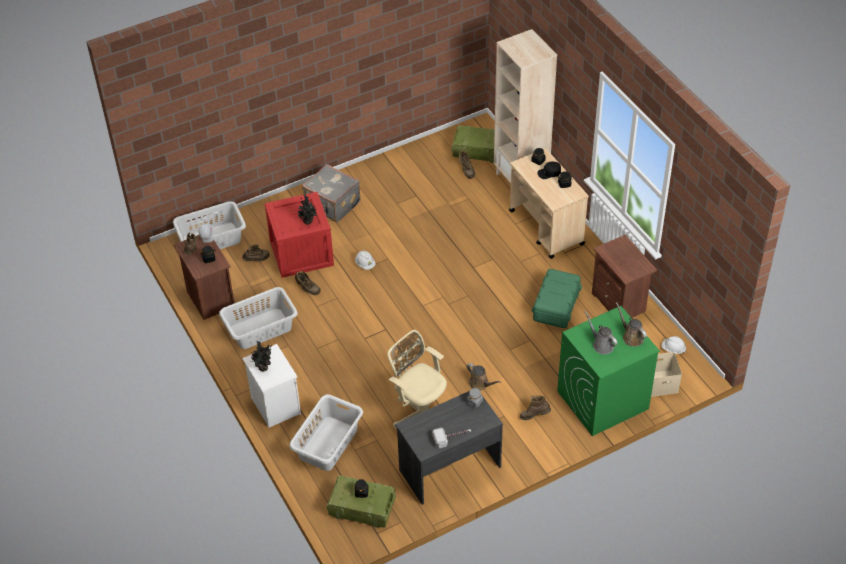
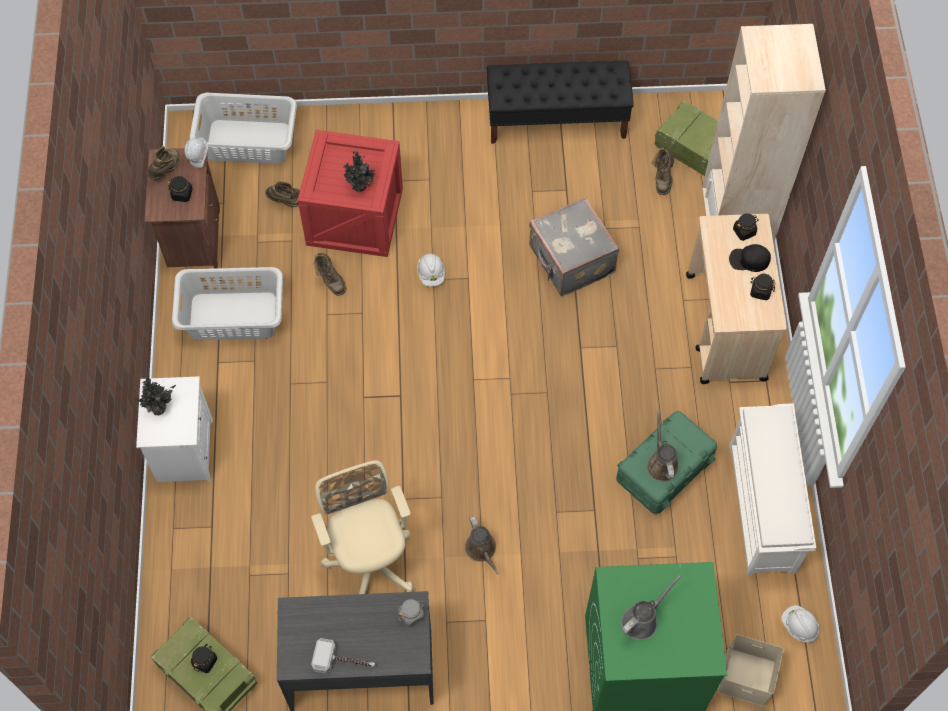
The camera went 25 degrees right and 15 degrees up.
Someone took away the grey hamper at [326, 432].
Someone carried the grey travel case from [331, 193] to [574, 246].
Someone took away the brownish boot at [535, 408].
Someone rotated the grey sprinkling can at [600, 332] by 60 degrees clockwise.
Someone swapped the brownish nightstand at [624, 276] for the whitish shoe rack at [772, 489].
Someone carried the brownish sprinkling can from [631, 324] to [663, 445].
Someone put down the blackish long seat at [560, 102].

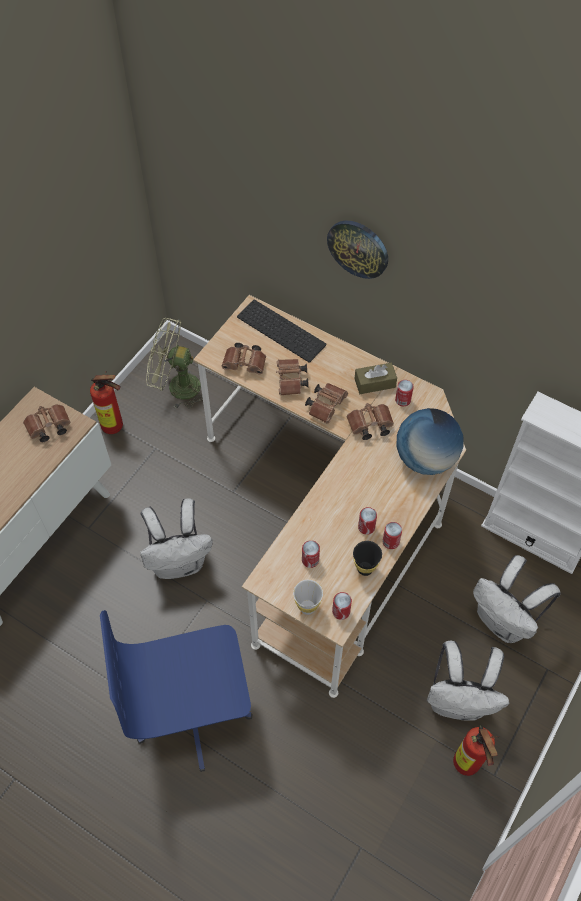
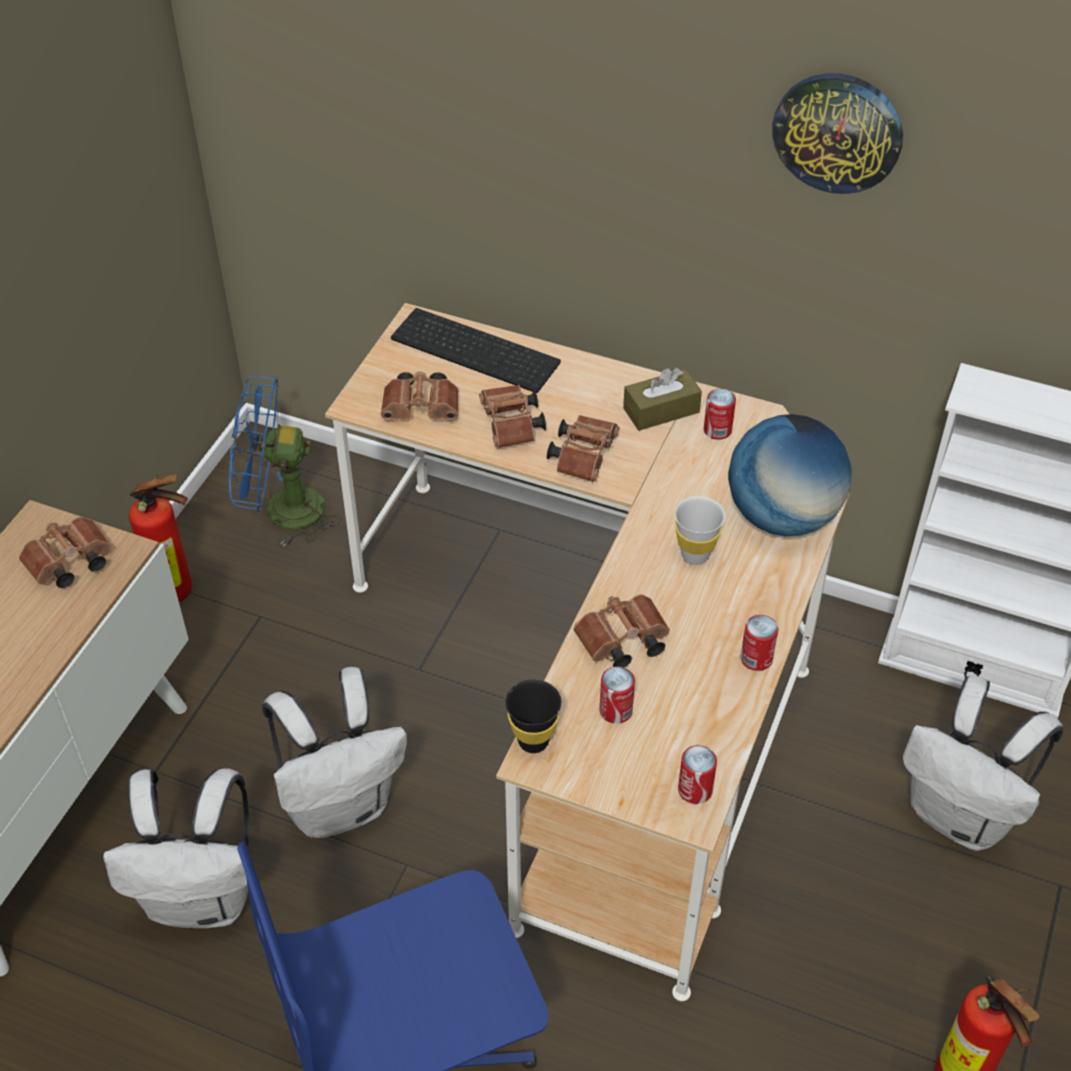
The camera went 10 degrees left and 10 degrees down.
Someone repainted the green-coloured electric fan at [174, 363], which became the bluish electric fan at [285, 461].
Someone carried the whitish drinking cup from [308, 597] to [700, 530].
Someone carried the wall clock from [357, 249] to [837, 133].
Someone carried the brownish binoculars from [370, 421] to [621, 630].
Someone carried the blackish drinking cup from [367, 558] to [533, 716].
Someone took away the can at [367, 521].
Someone carried the whitish rucksack from [468, 681] to [176, 848].

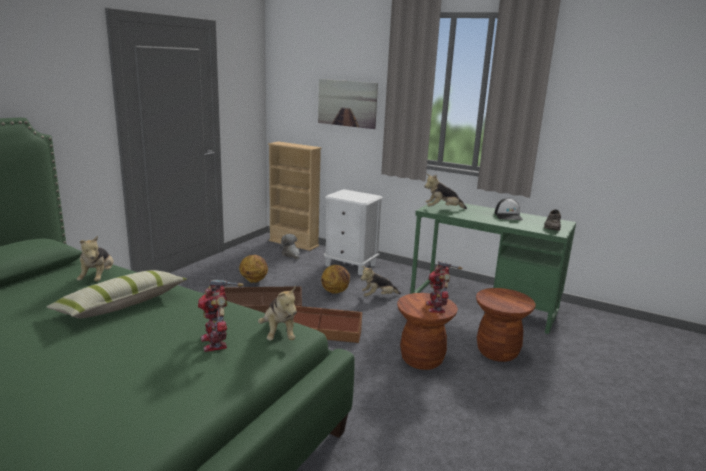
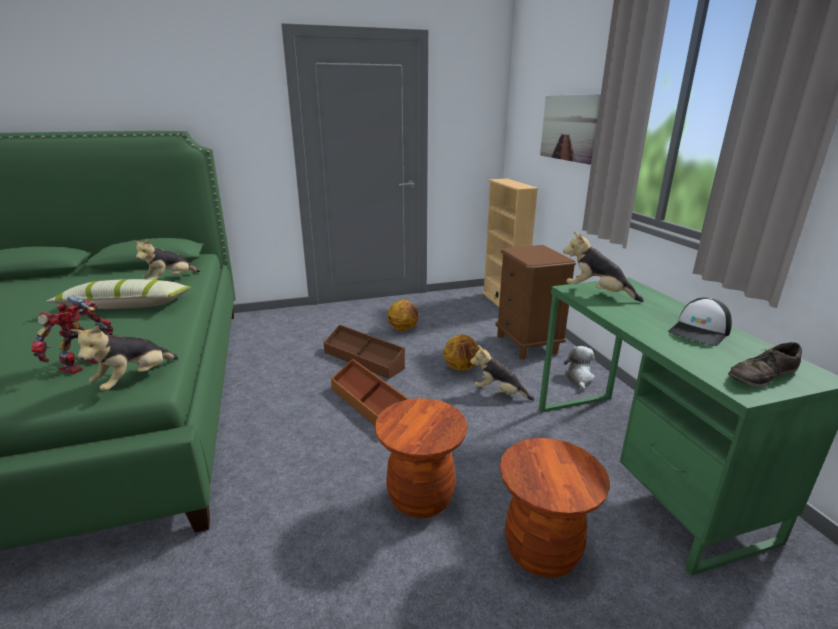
The camera went 45 degrees right and 5 degrees up.
Someone carried the cuddly toy from [290, 247] to [579, 368].
Someone repainted the whitish nightstand at [353, 232], which became the brownish nightstand at [535, 302].
Someone took away the robot figure at [444, 287].

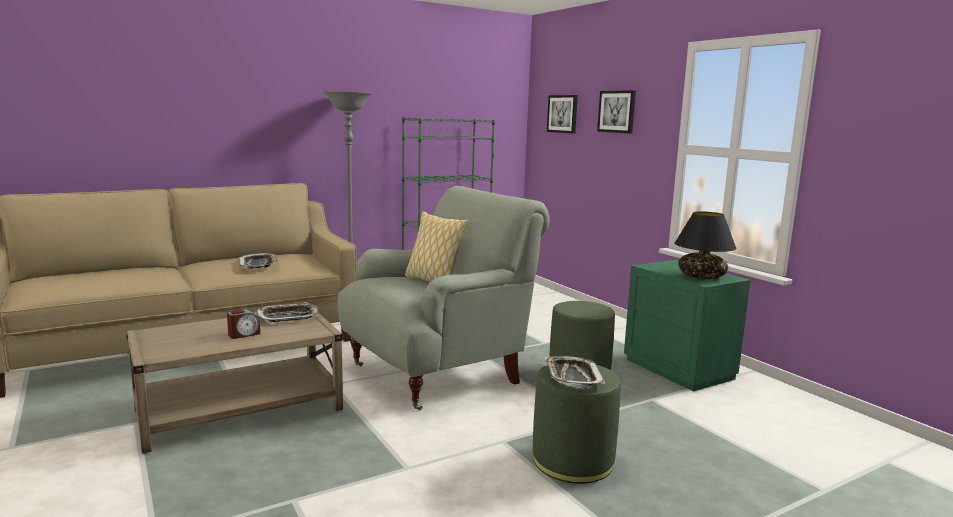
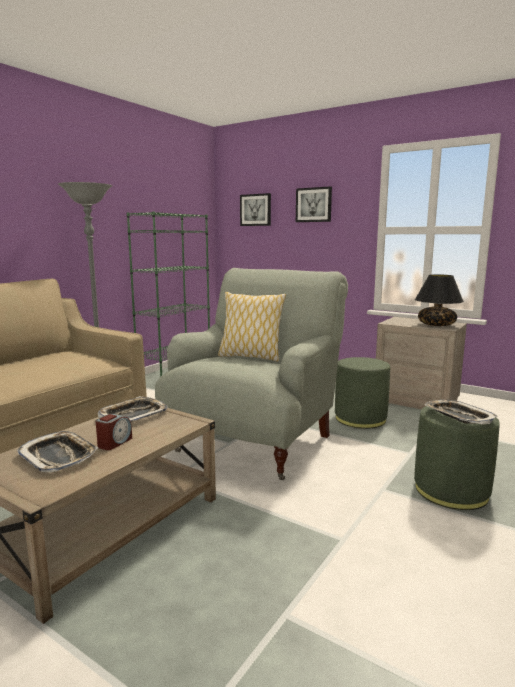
The camera went 25 degrees left and 0 degrees up.
Someone carried the tray from [258, 261] to [58, 451].
Someone repainted the green-coloured nightstand at [687, 325], which became the sand-coloured nightstand at [421, 363].

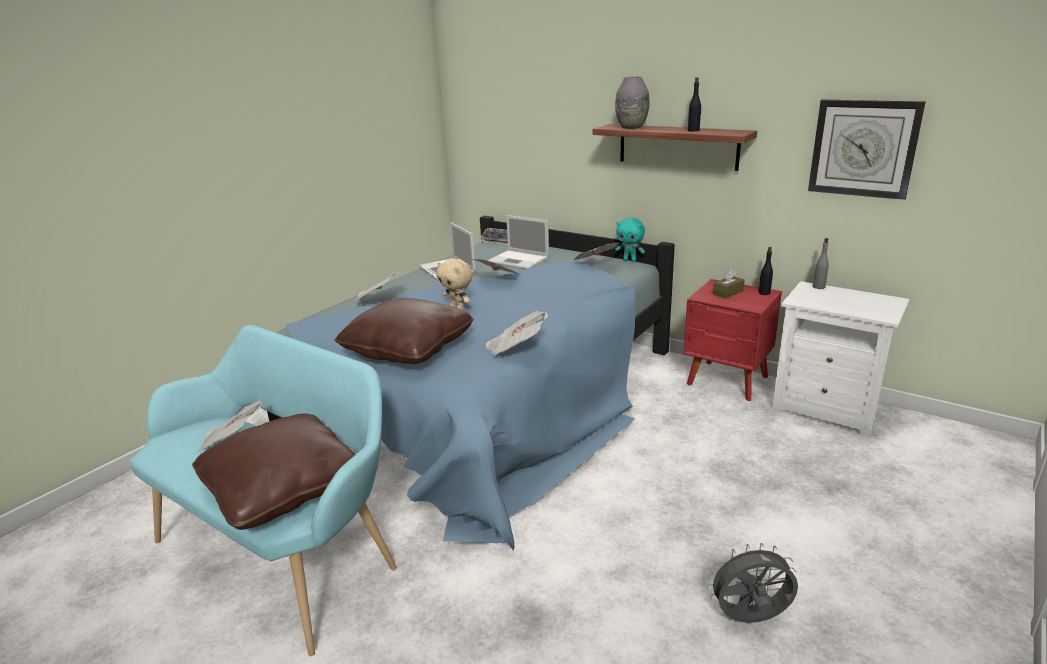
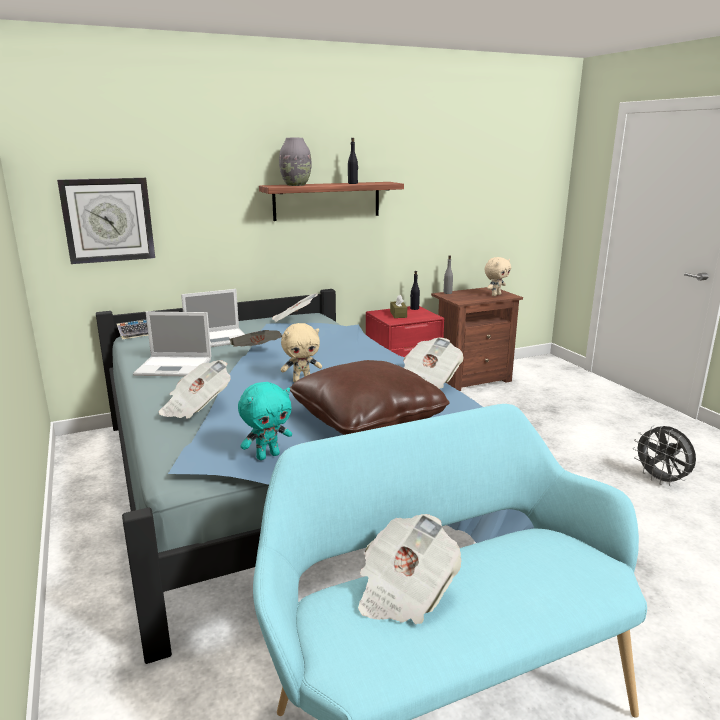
The camera went 60 degrees left and 5 degrees down.
Someone took away the brownish pillow at [274, 472].
Someone carried the turquoise cuddly toy from [630, 240] to [265, 421].
Someone rotated the grey electric fan at [752, 583] by 60 degrees counterclockwise.
Someone repainted the whitish nightstand at [841, 359], which became the brownish nightstand at [477, 339].
Someone carried the wall clock from [867, 150] to [106, 221].
Someone put down the sand-coloured cuddly toy at [497, 276].

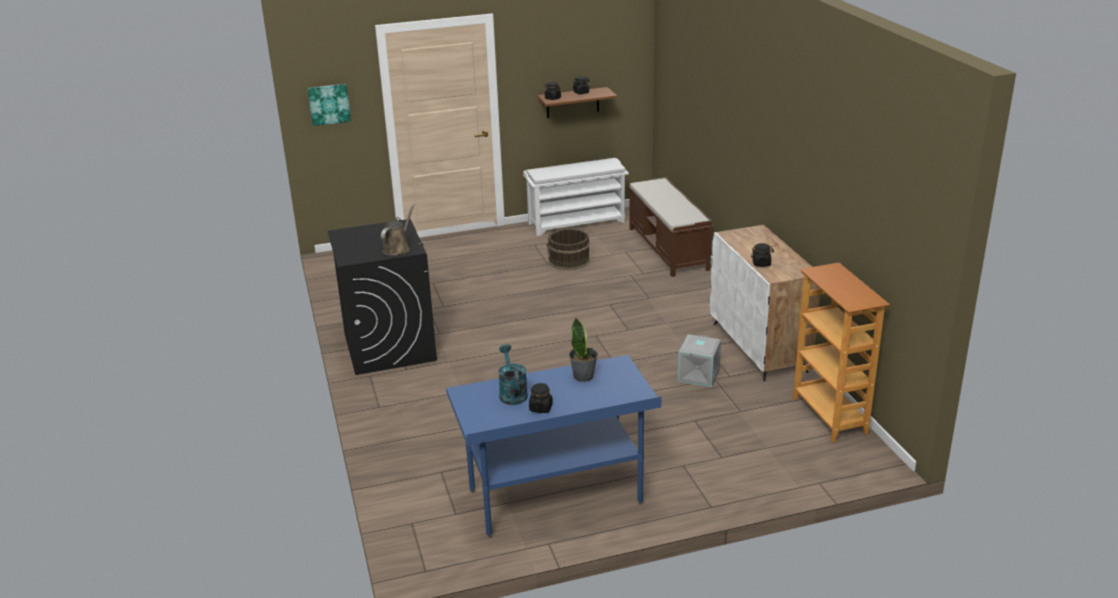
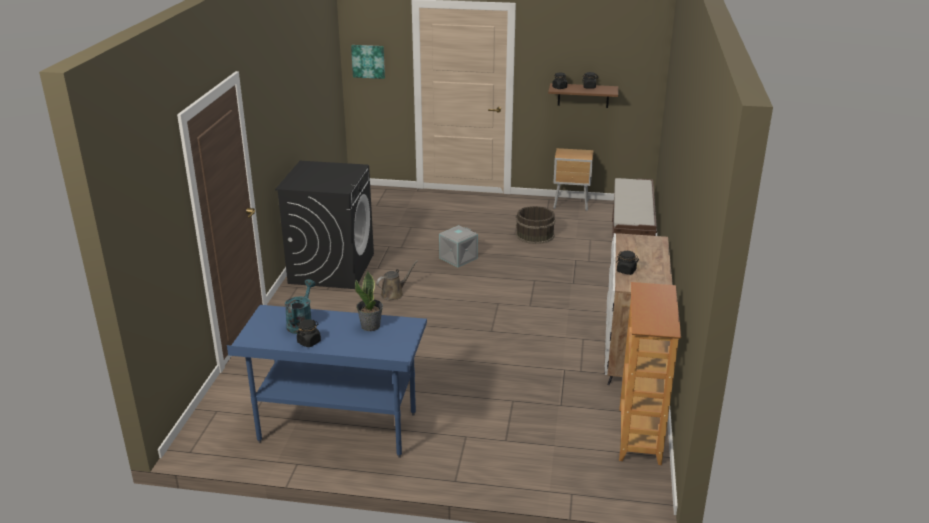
The camera went 25 degrees right and 0 degrees up.
Someone carried the brownish sprinkling can from [398, 230] to [397, 280].
Someone swapped the whitish shoe rack at [576, 197] for the brownish nightstand at [573, 179].
Someone carried the grey storage container from [699, 360] to [458, 246].

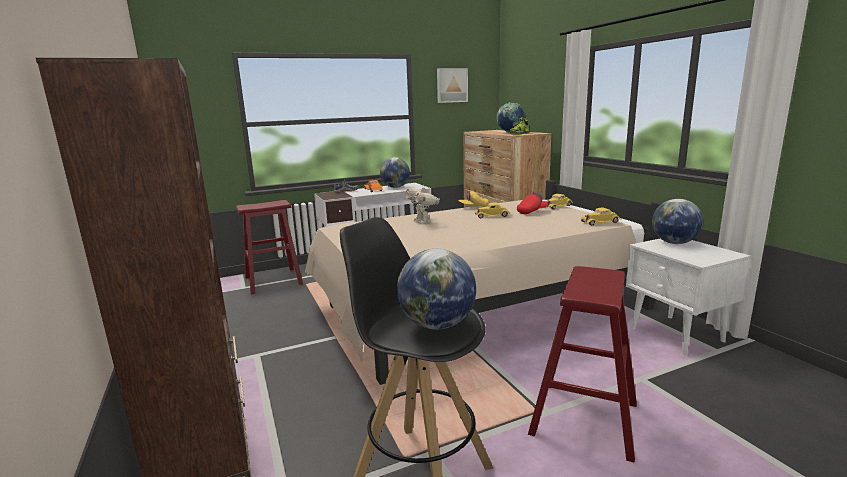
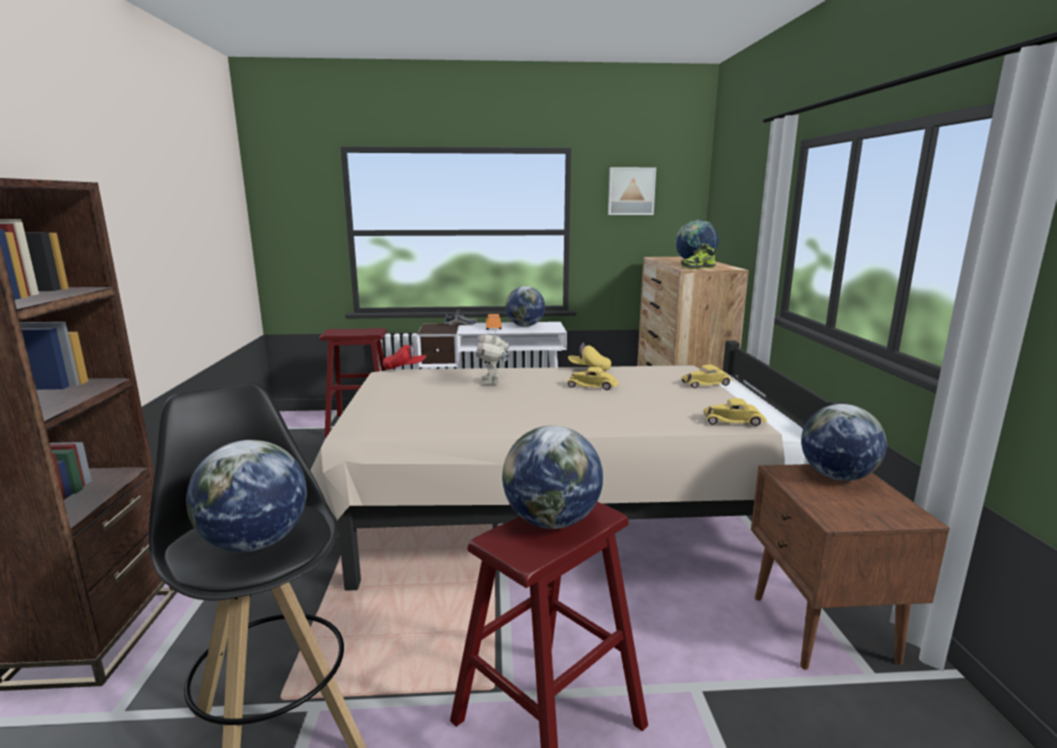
The camera went 20 degrees right and 0 degrees up.
Someone carried the red-coloured peaked cap from [532, 203] to [404, 356].
Someone repainted the whitish nightstand at [688, 297], which became the brownish nightstand at [850, 567].
Someone put down the world globe at [552, 477].

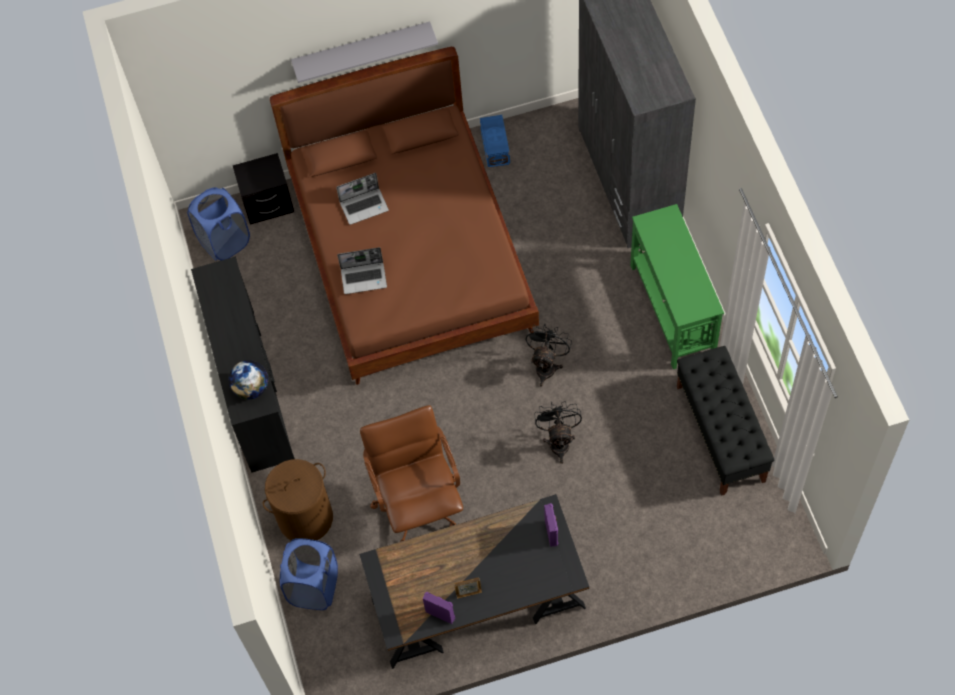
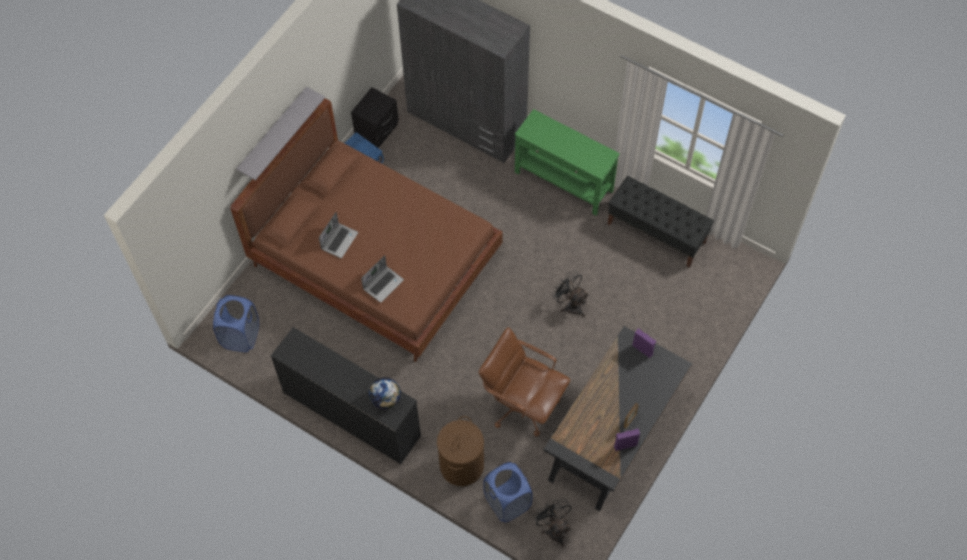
The camera went 45 degrees left and 0 degrees up.
Someone carried the blackish nightstand from [263, 189] to [375, 117].
Someone carried the blackish electric fan from [549, 355] to [552, 522].

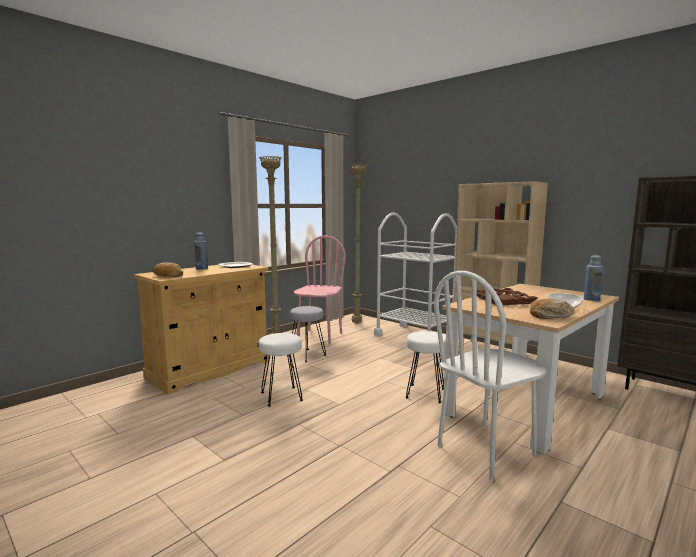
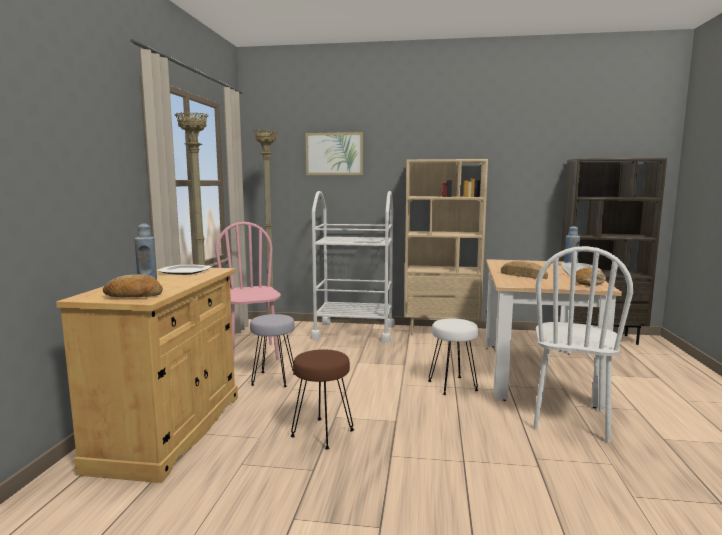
The camera went 35 degrees left and 0 degrees up.
Someone repainted the whitish stool seat at [280, 370], which became the brownish stool seat at [322, 399].
Someone swapped the brownish tray at [507, 296] for the bread at [524, 270].
Someone put up the picture at [334, 153].

